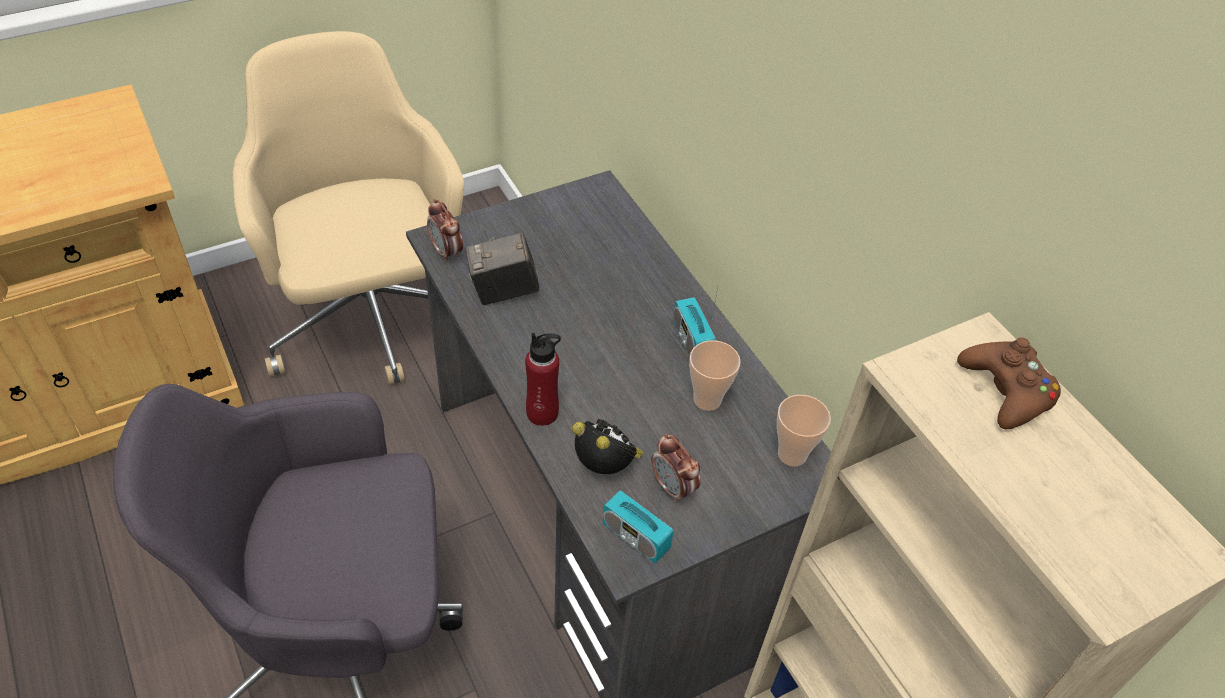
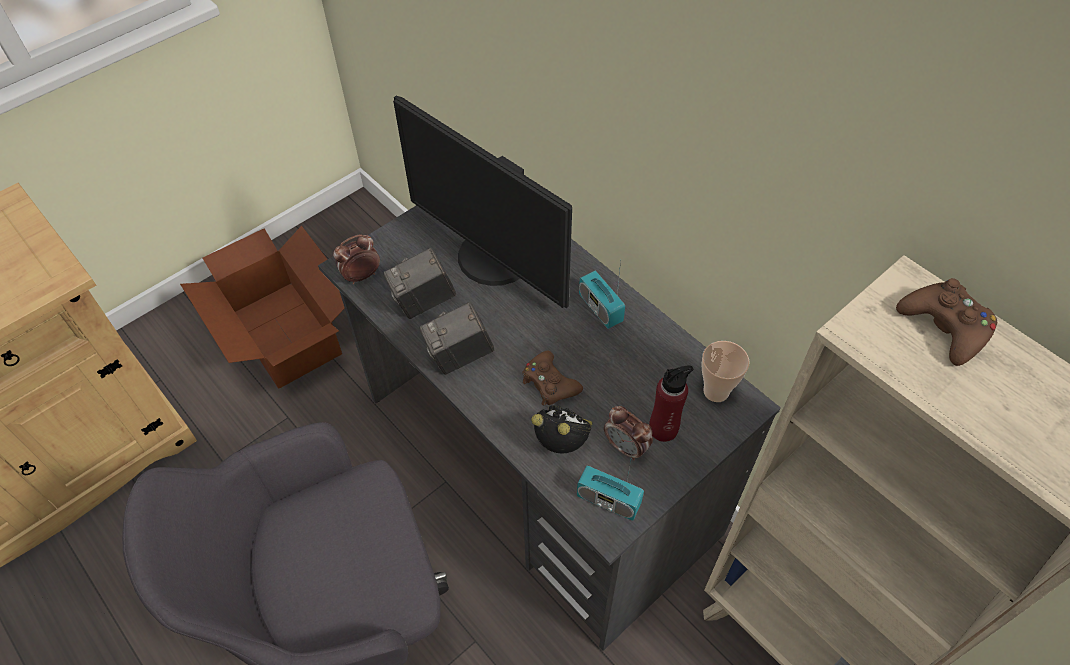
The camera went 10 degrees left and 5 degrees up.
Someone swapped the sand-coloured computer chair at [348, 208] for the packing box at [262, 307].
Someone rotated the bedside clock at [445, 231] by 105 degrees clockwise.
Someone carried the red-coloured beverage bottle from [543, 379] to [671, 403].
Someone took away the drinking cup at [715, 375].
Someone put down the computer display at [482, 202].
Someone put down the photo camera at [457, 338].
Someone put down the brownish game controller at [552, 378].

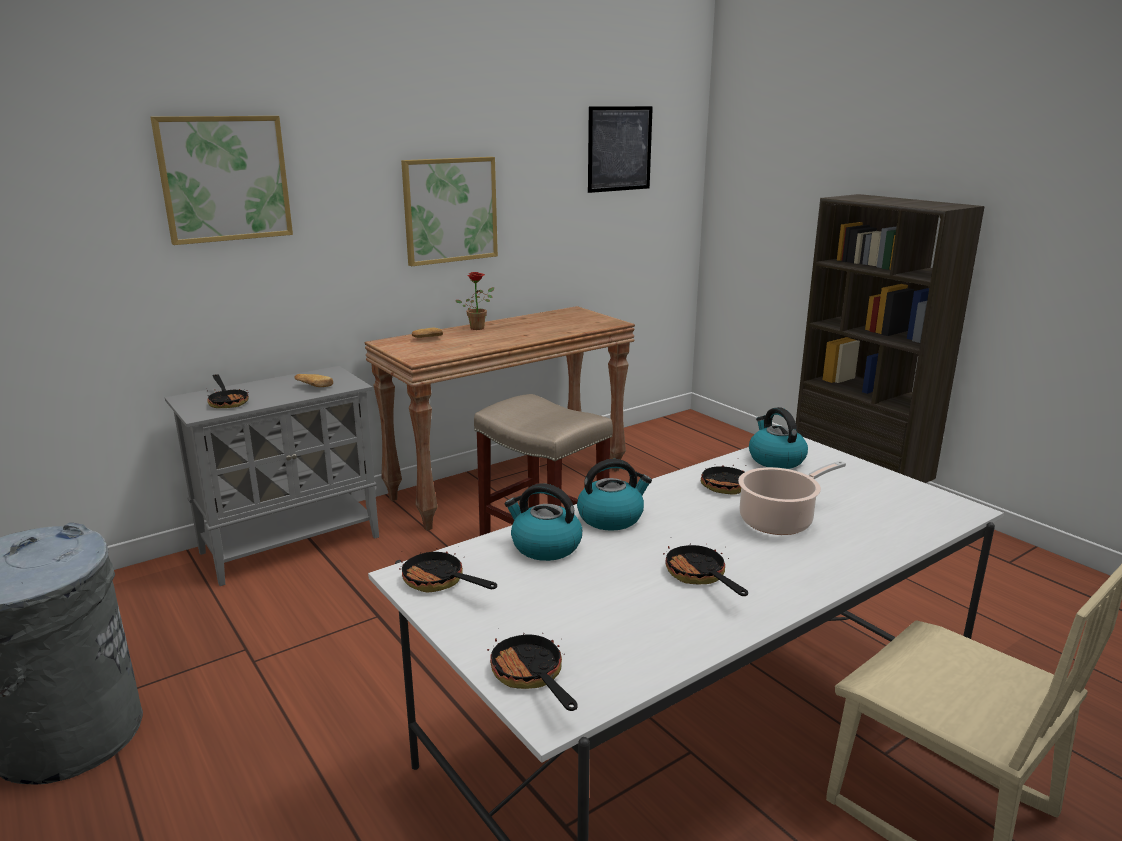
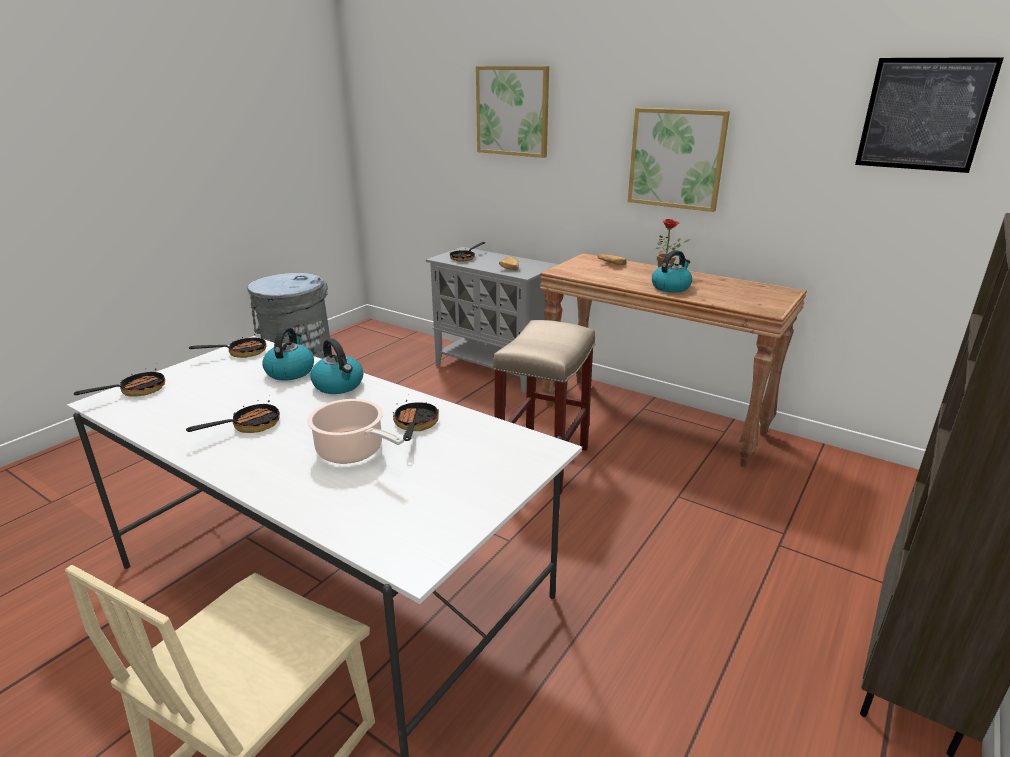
The camera went 70 degrees right and 5 degrees up.
Someone rotated the skillet at [448, 569] by 45 degrees clockwise.
Someone carried the water kettle from [778, 438] to [672, 271].

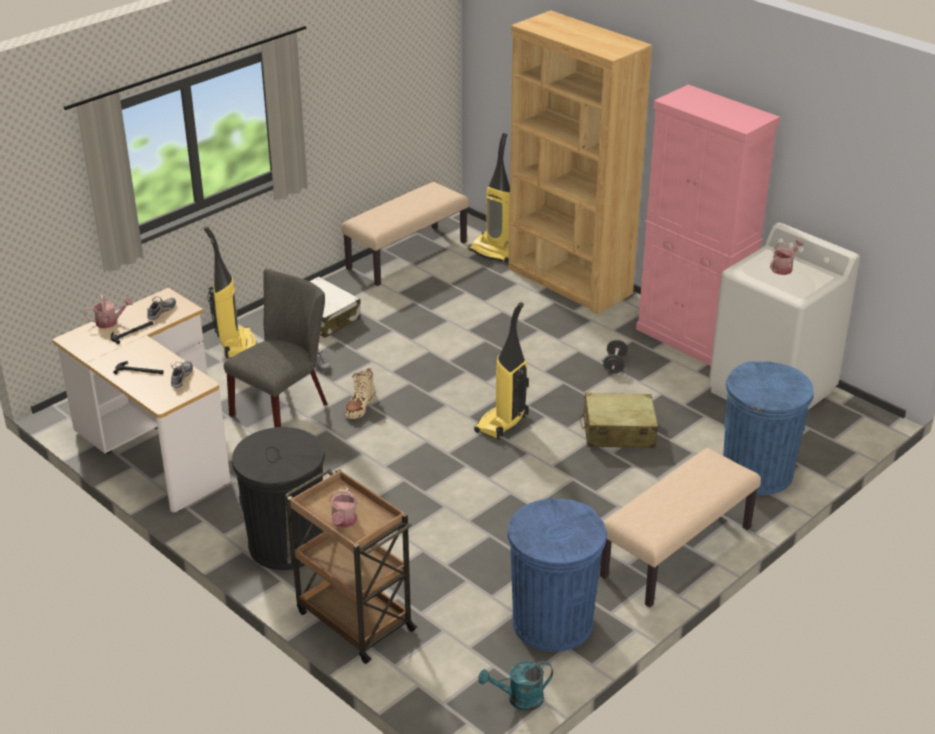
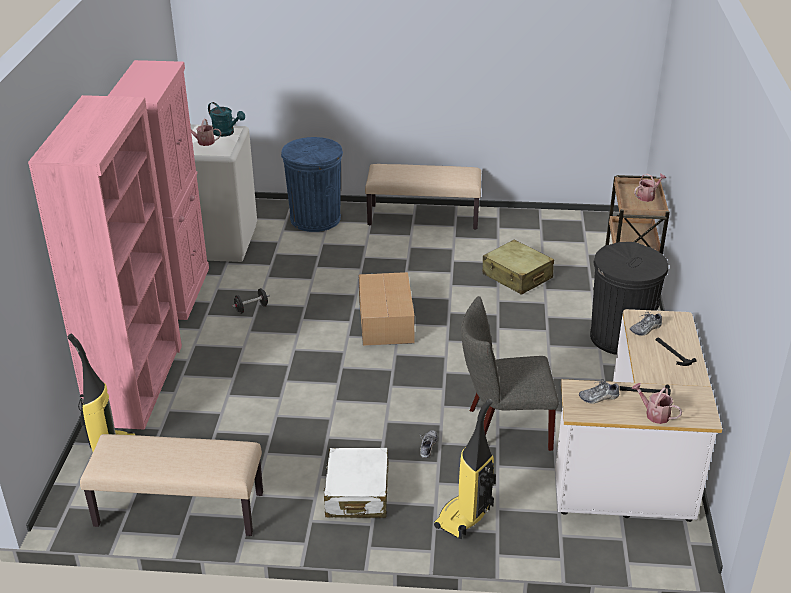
The camera went 130 degrees left and 0 degrees up.
Someone took away the sand-coloured boot at [360, 393].
Someone swapped the hoover at [501, 371] for the packing box at [387, 309].
Someone carried the turquoise sprinkling can from [515, 686] to [226, 119].
Someone took away the bluish waste bin at [557, 575].
Someone repainted the brownish shelving unit at [580, 162], which became the pink-coloured shelving unit at [105, 262].
Someone carried the sand-coloured travel case from [619, 420] to [518, 267].

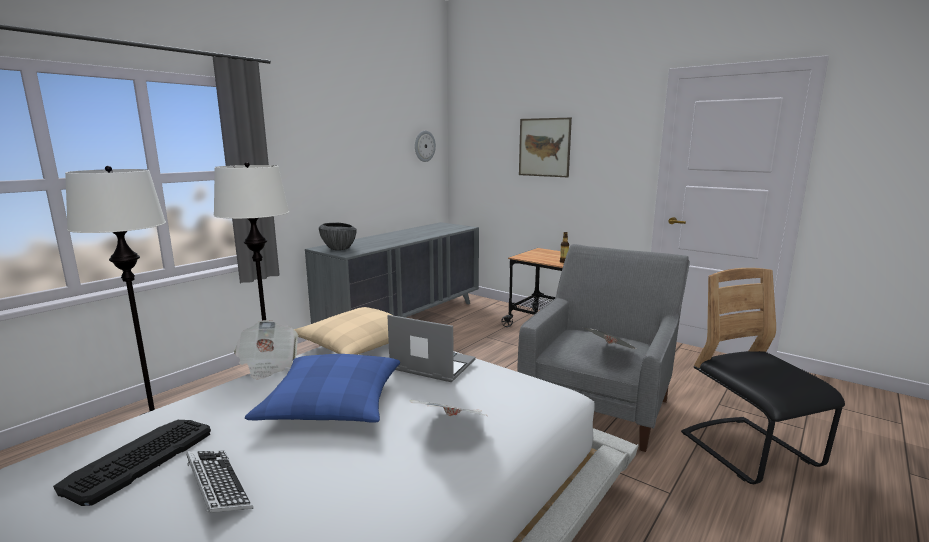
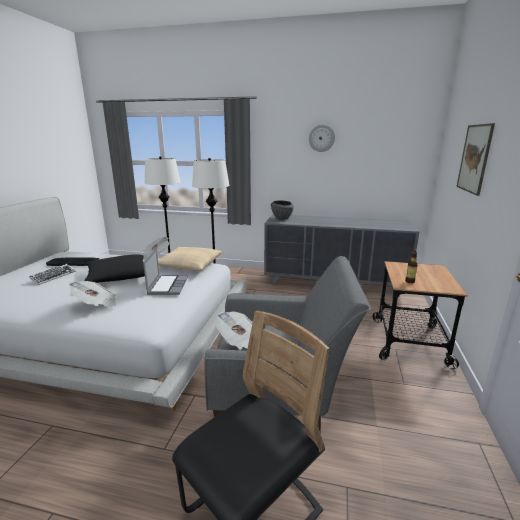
The camera went 65 degrees right and 5 degrees up.
Someone repainted the bluish pillow at [322, 388], which became the blackish pillow at [114, 268].
Someone carried the wall clock from [425, 146] to [322, 138].

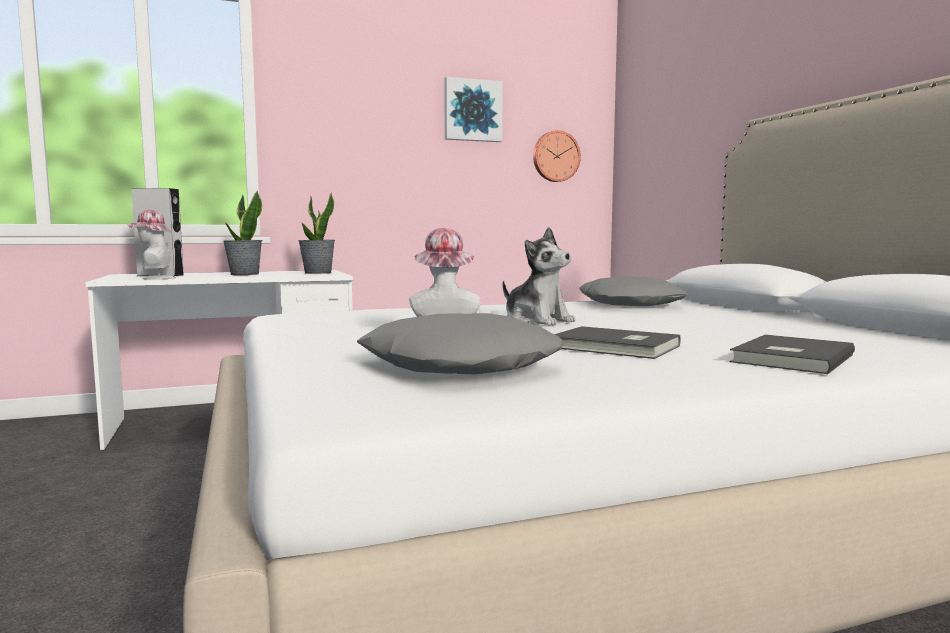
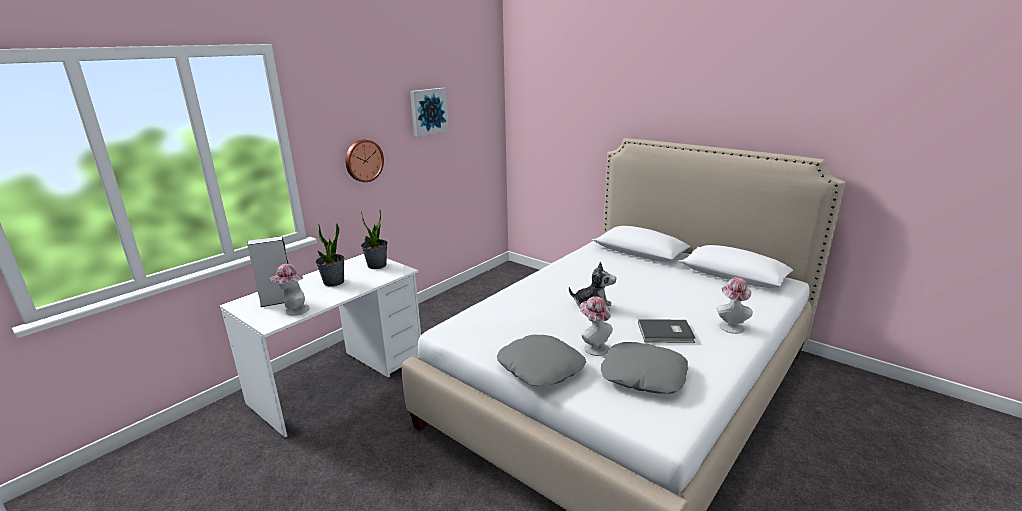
The camera went 30 degrees left and 15 degrees up.
Someone carried the wall clock from [557, 156] to [365, 161].
Someone carried the grey pillow from [633, 291] to [541, 361].
Someone swapped the grey volume at [792, 354] for the wearable hat at [735, 305].

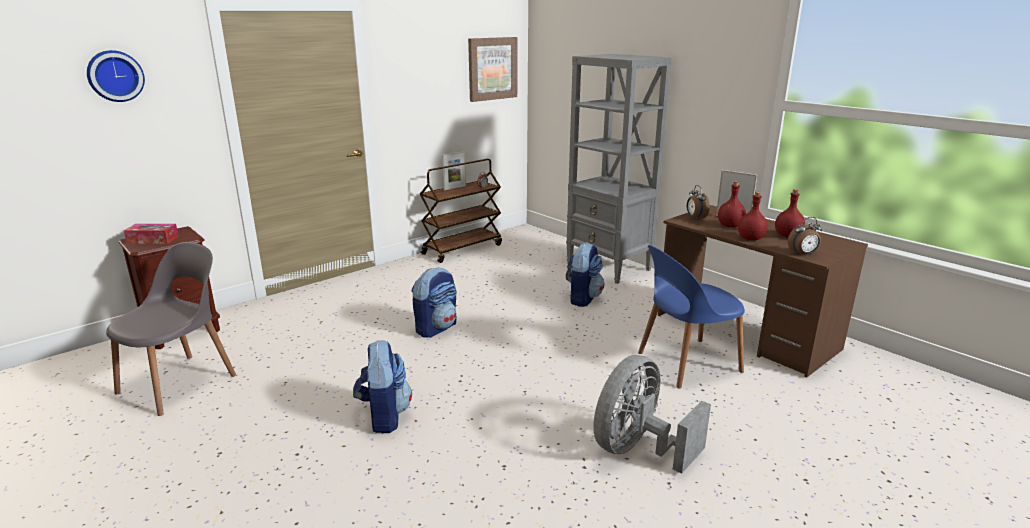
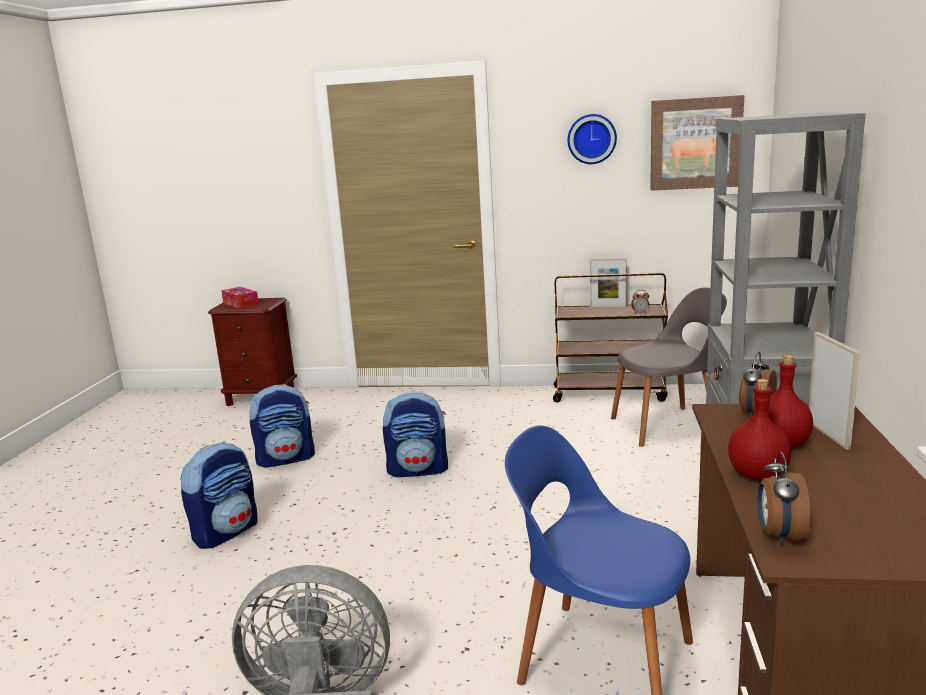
The camera went 50 degrees right and 5 degrees down.
Someone carried the wall clock from [116, 76] to [592, 139].
Someone carried the grey plain chair from [171, 329] to [669, 367].
Someone carried the rucksack from [585, 274] to [282, 426].
Someone took away the red-coloured beverage bottle at [790, 213].
Someone rotated the bedside clock at [805, 236] by 60 degrees clockwise.

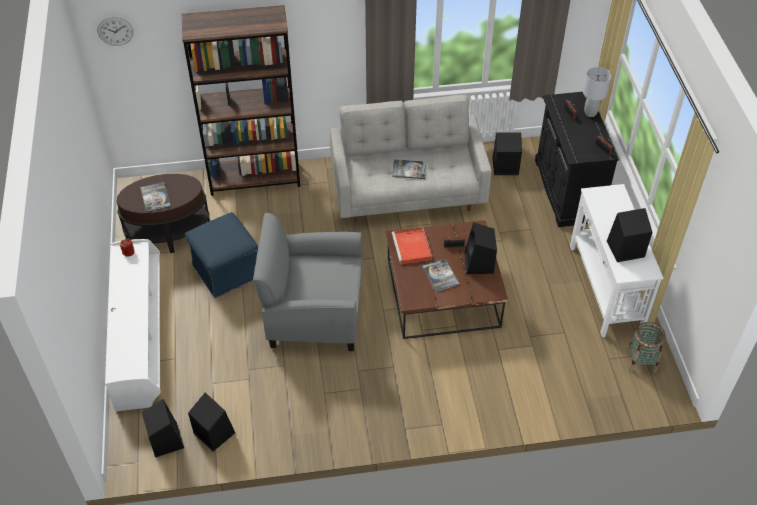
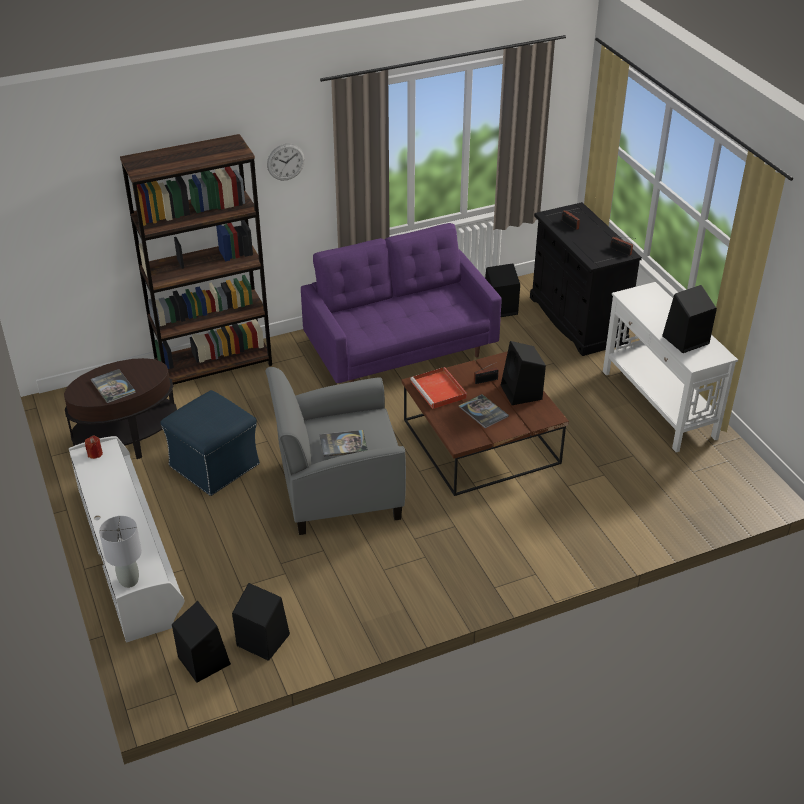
The camera went 15 degrees left and 10 degrees down.
Someone carried the wall clock from [115, 31] to [286, 162].
Someone repainted the grey couch at [411, 159], which became the purple couch at [401, 303].
Someone carried the volume from [409, 169] to [343, 443].
Someone carried the grey tabletop lamp from [597, 92] to [120, 552].
Someone took away the household basket at [646, 347].

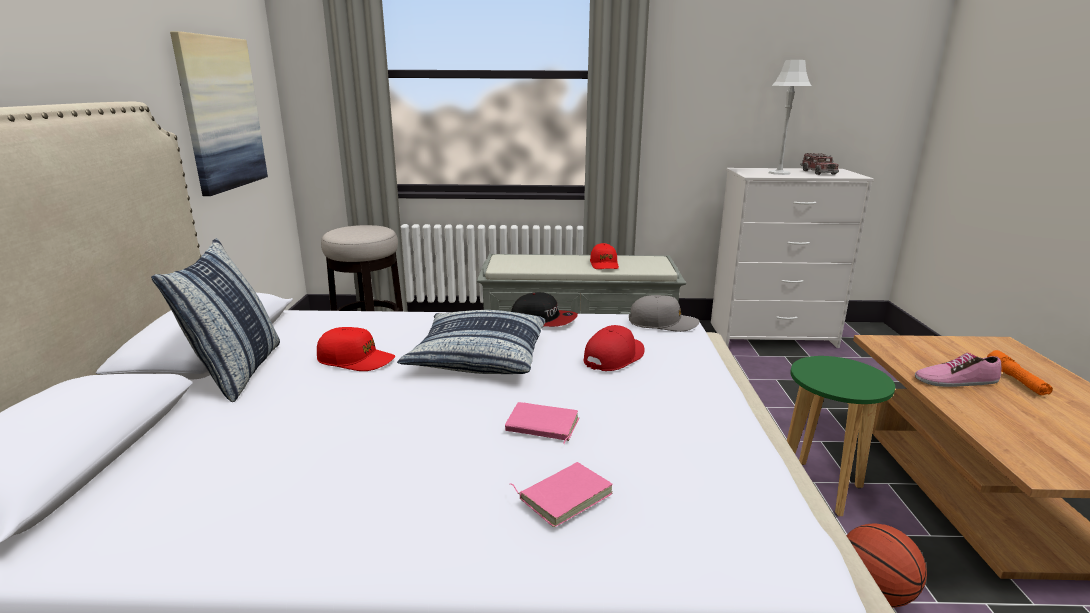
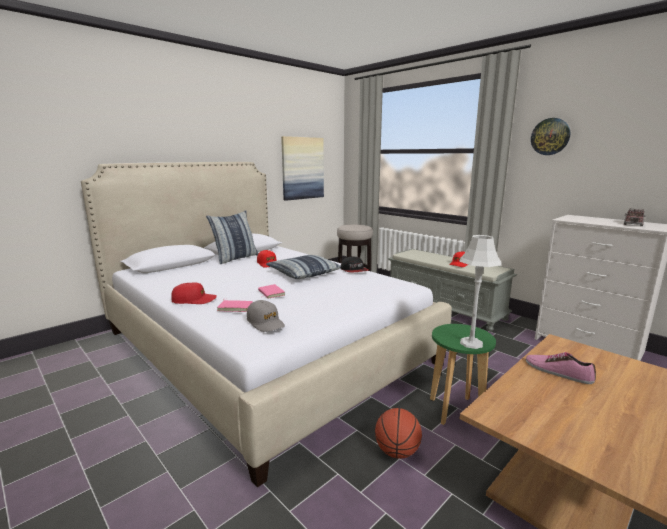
The camera went 45 degrees right and 5 degrees down.
Someone carried the red-coloured peaked cap from [614, 348] to [194, 293].
Someone carried the grey peaked cap from [664, 313] to [266, 316].
Someone carried the grey tabletop lamp from [790, 117] to [480, 292].
Someone took away the orange torch at [1020, 372].
Someone put up the wall clock at [550, 136].

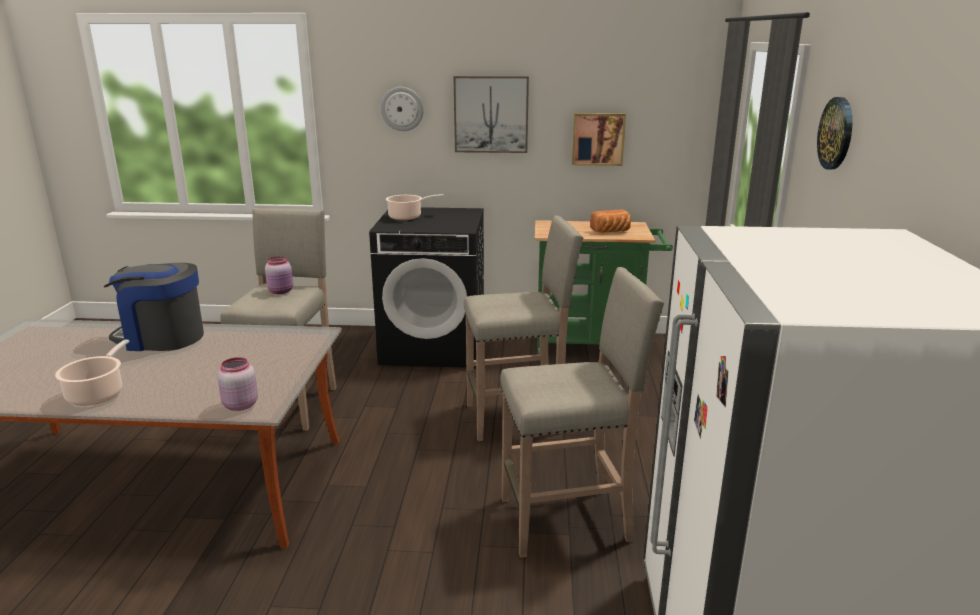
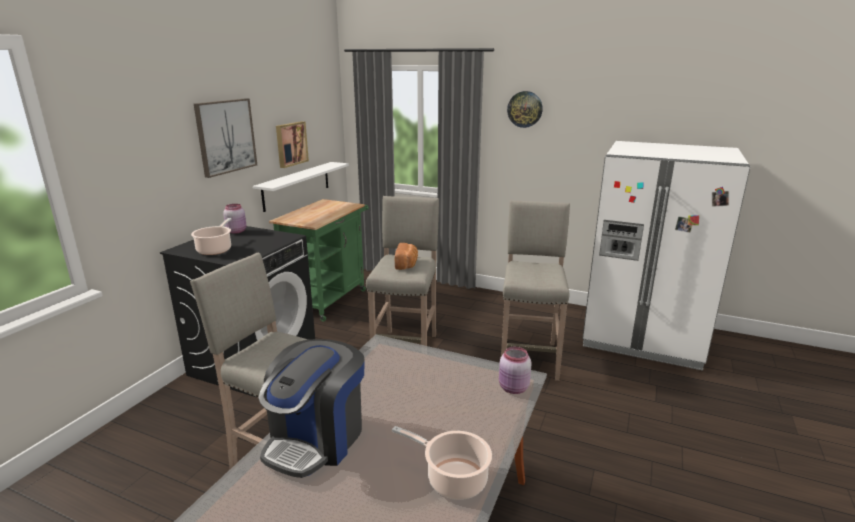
The camera went 70 degrees left and 0 degrees up.
Someone carried the pink-coloured preserve jar from [279, 275] to [234, 219].
Someone took away the wall clock at [402, 109].
Someone carried the bread from [610, 221] to [406, 256].
Someone put up the whitish wall shelf at [301, 187].

